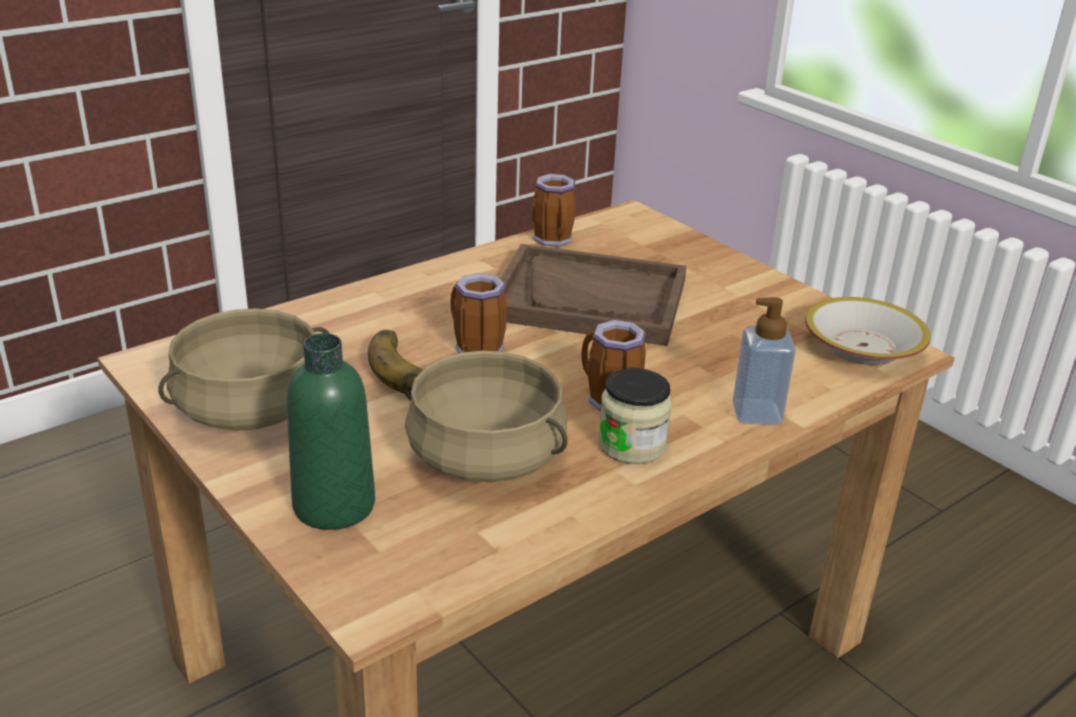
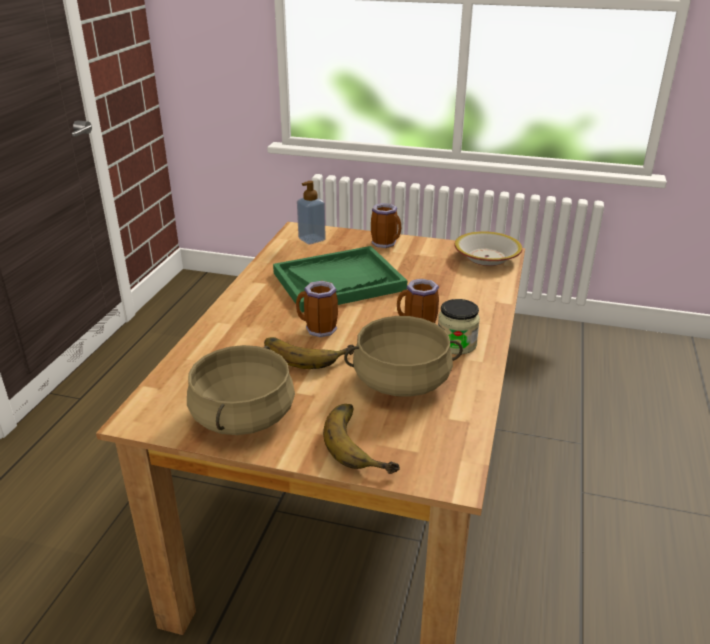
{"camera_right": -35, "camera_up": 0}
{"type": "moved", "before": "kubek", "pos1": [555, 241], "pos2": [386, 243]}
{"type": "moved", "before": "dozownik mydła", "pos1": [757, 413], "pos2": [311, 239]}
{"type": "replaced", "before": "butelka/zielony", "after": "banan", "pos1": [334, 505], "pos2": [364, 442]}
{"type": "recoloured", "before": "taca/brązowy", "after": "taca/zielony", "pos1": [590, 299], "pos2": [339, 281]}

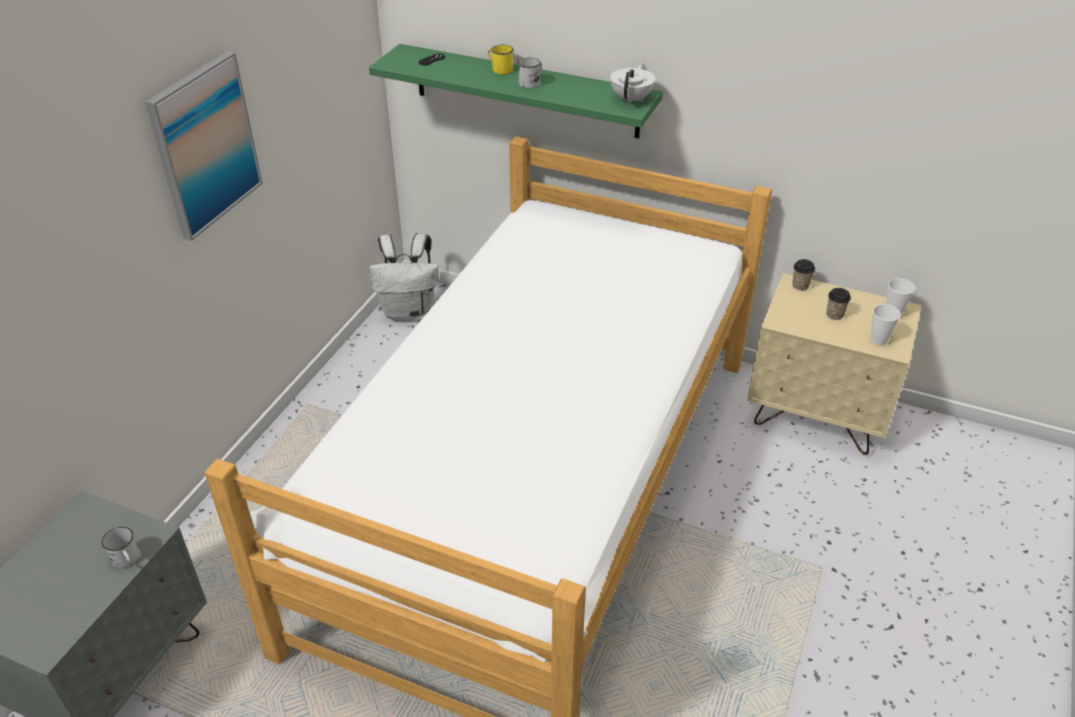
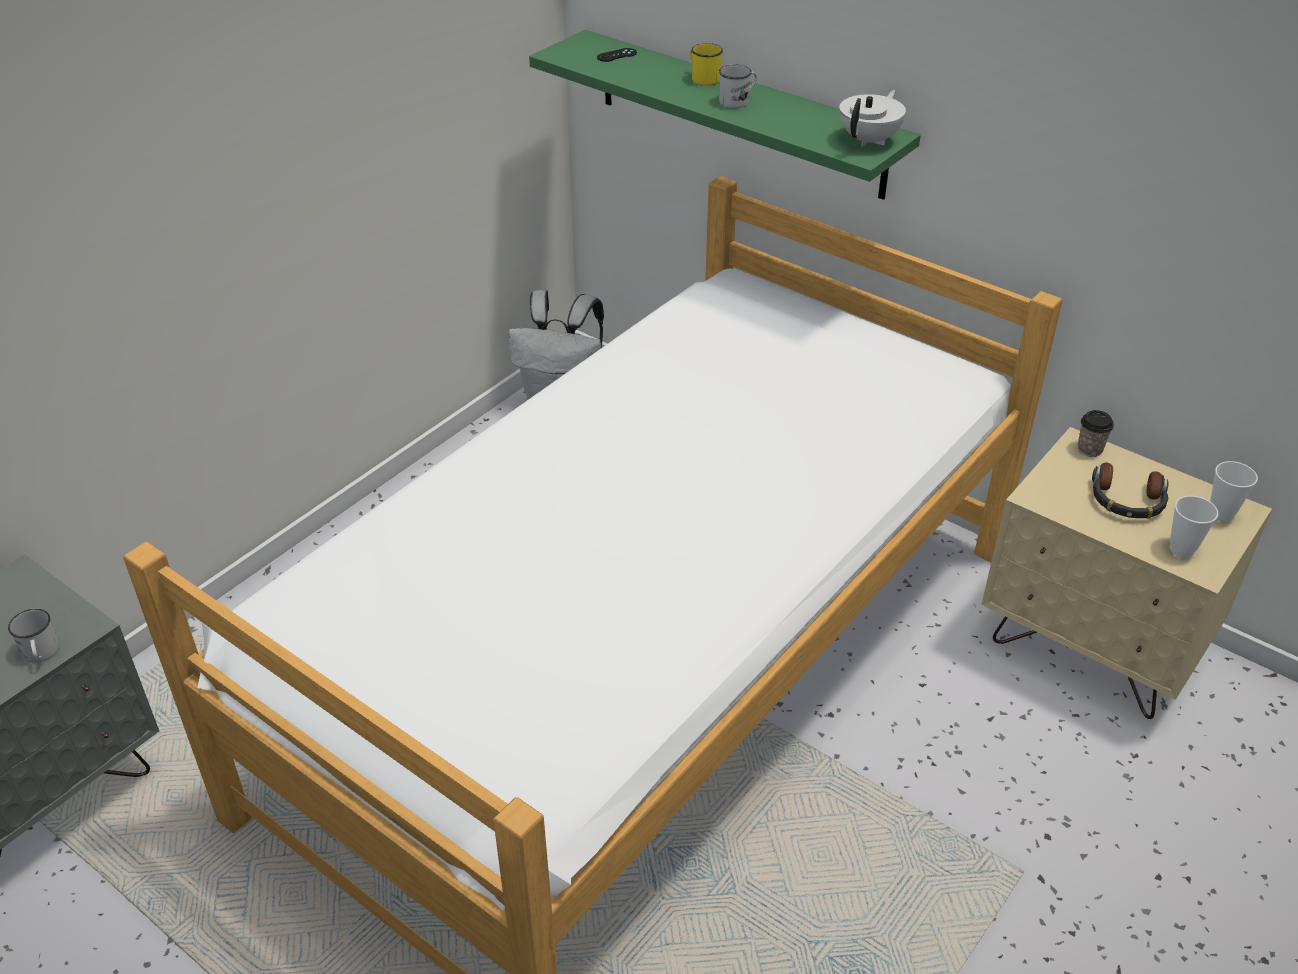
{"camera_right": 15, "camera_up": 0}
{"type": "removed", "before": "obraz", "pos1": [205, 145]}
{"type": "replaced", "before": "filiżanka", "after": "słuchawki", "pos1": [834, 315], "pos2": [1127, 500]}

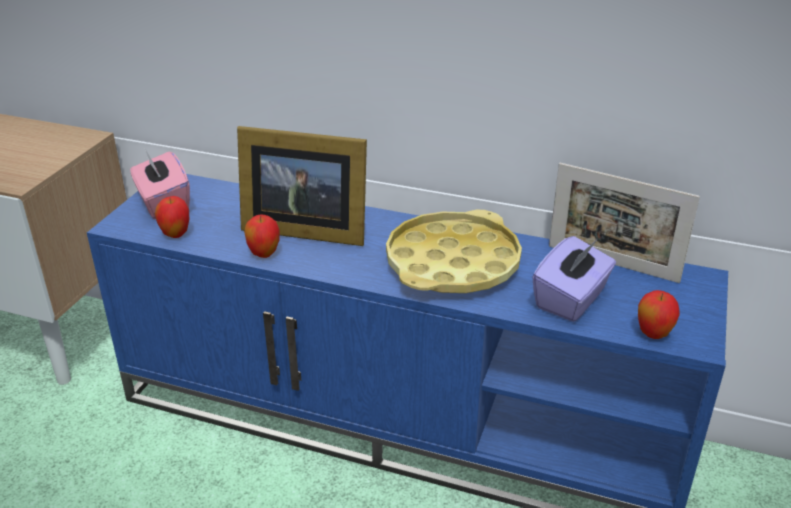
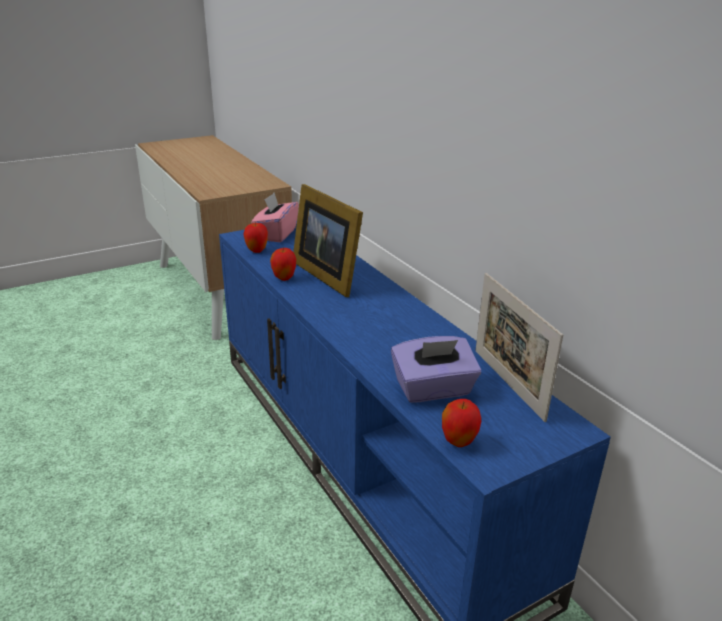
{"camera_right": 40, "camera_up": -5}
{"type": "removed", "before": "taca/żółty", "pos1": [452, 263]}

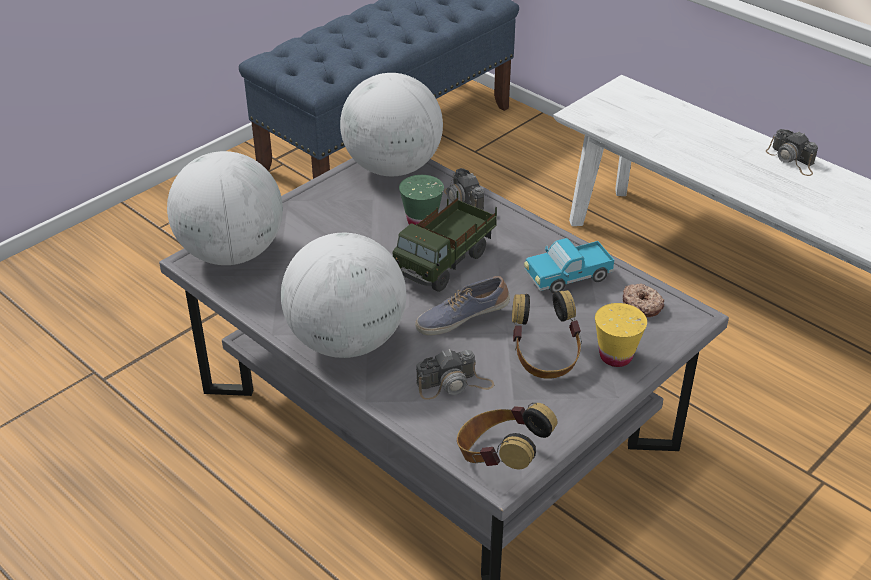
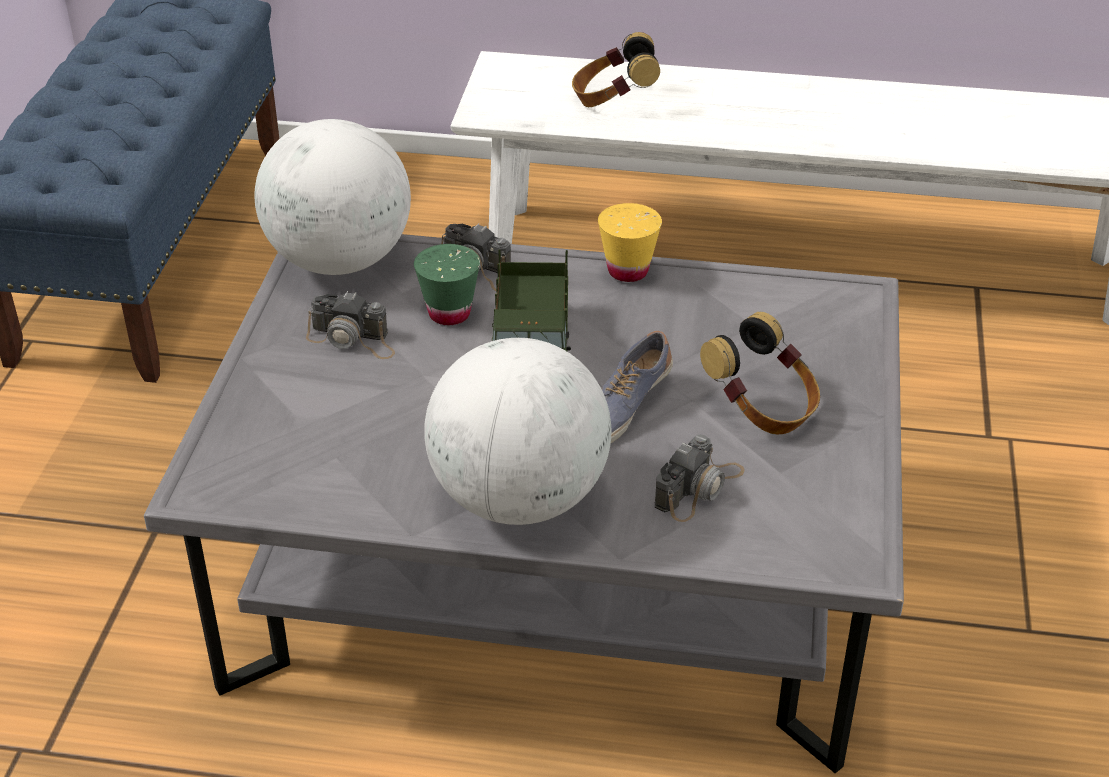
{"camera_right": -35, "camera_up": 0}
{"type": "removed", "before": "globus", "pos1": [232, 253]}
{"type": "removed", "before": "ciężarówka zabawkowa", "pos1": [567, 278]}
{"type": "removed", "before": "donut", "pos1": [642, 305]}
{"type": "moved", "before": "słuchawki", "pos1": [500, 458], "pos2": [613, 100]}
{"type": "moved", "before": "filiżanka/żółty", "pos1": [615, 356], "pos2": [628, 271]}
{"type": "moved", "before": "aparat fotograficzny", "pos1": [792, 160], "pos2": [353, 339]}

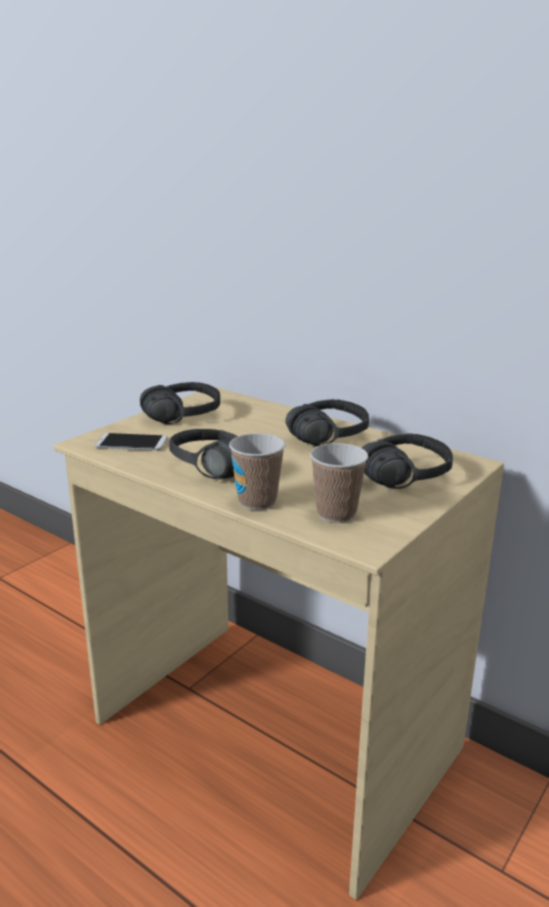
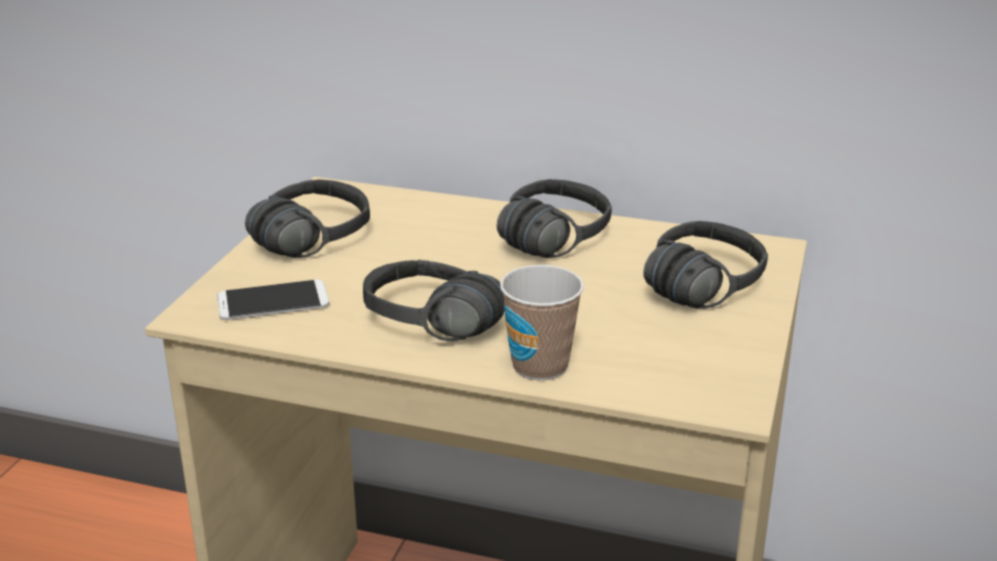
{"camera_right": -20, "camera_up": 5}
{"type": "removed", "before": "filiżanka", "pos1": [336, 514]}

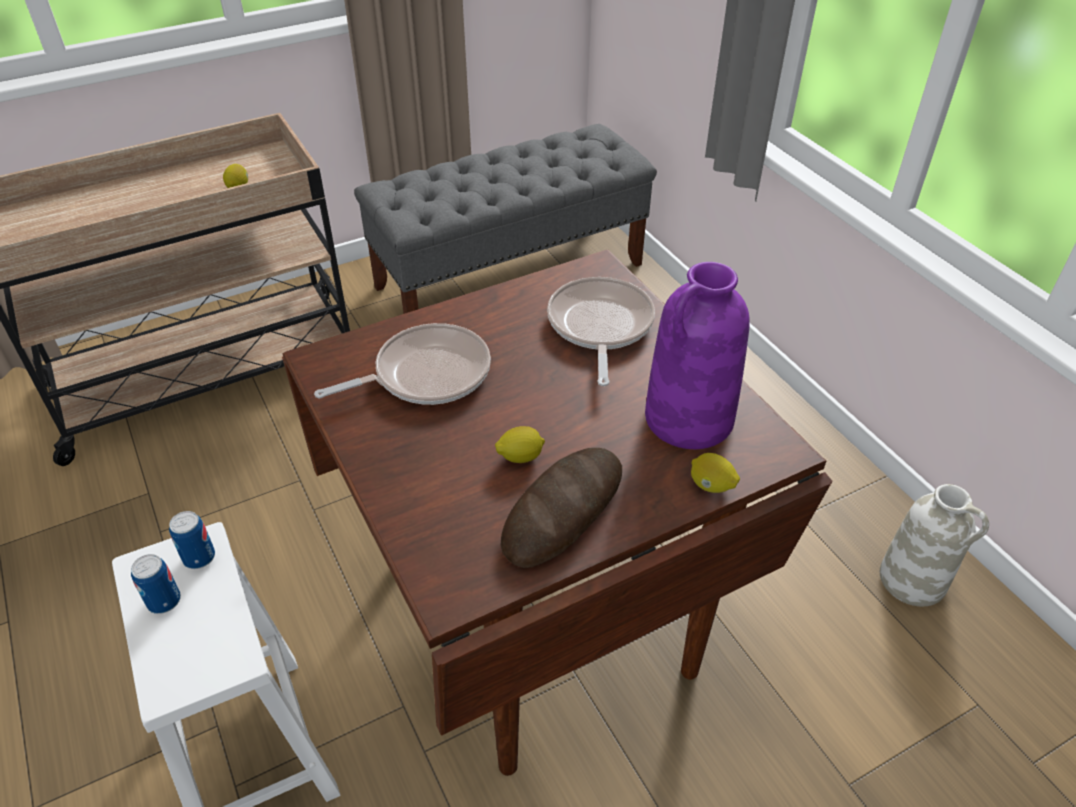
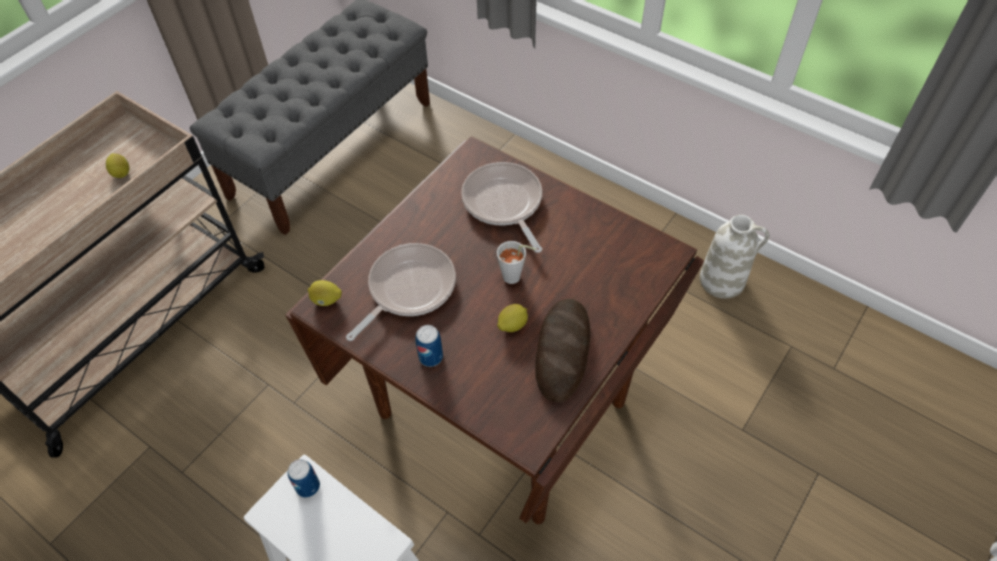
{"camera_right": -25, "camera_up": 10}
{"type": "removed", "before": "wazon/fioletowy", "pos1": [688, 420]}
{"type": "added", "after": "filiżanka/szary", "pos2": [515, 278]}
{"type": "moved", "before": "puszka", "pos1": [164, 601], "pos2": [431, 357]}
{"type": "moved", "before": "cytryna", "pos1": [711, 486], "pos2": [326, 300]}

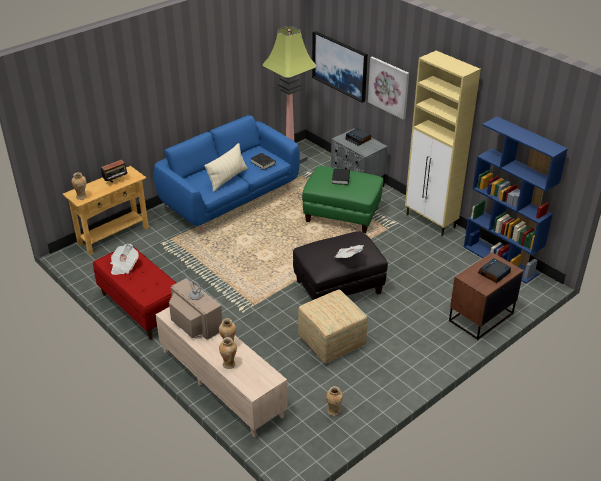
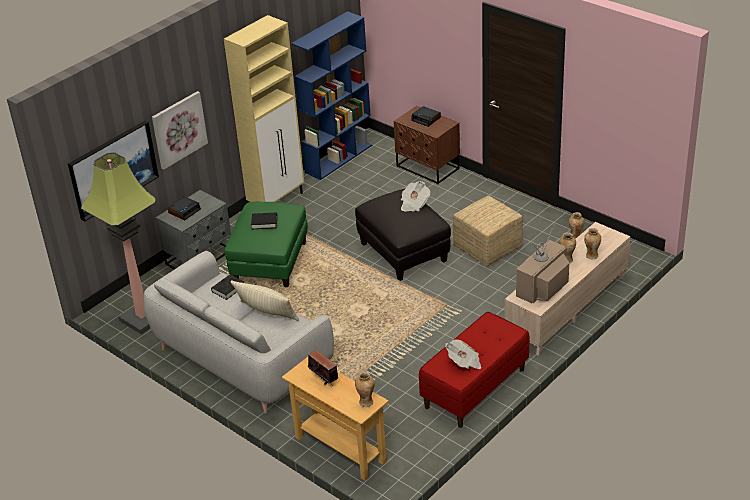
{"camera_right": -95, "camera_up": 0}
{"type": "recoloured", "before": "kanapa/niebieski", "after": "kanapa/szary", "pos1": [229, 198], "pos2": [242, 358]}

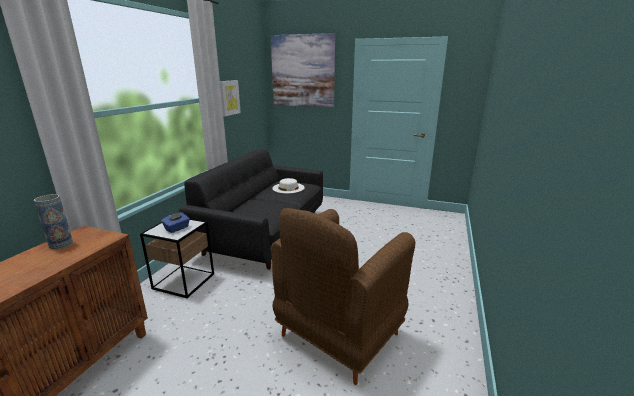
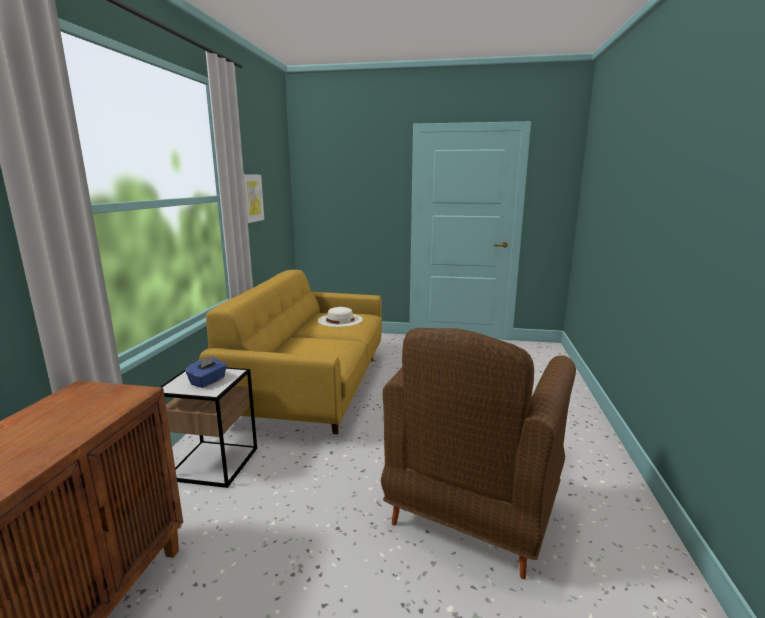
{"camera_right": -10, "camera_up": -5}
{"type": "removed", "before": "wazon", "pos1": [61, 244]}
{"type": "removed", "before": "obraz", "pos1": [302, 71]}
{"type": "recoloured", "before": "kanapa/czarny", "after": "kanapa/żółty", "pos1": [265, 234], "pos2": [312, 387]}

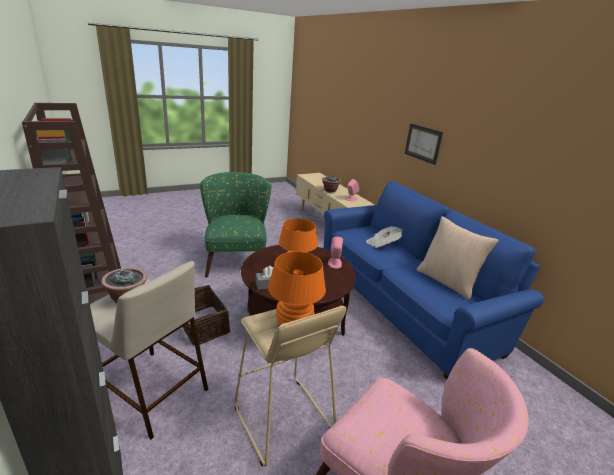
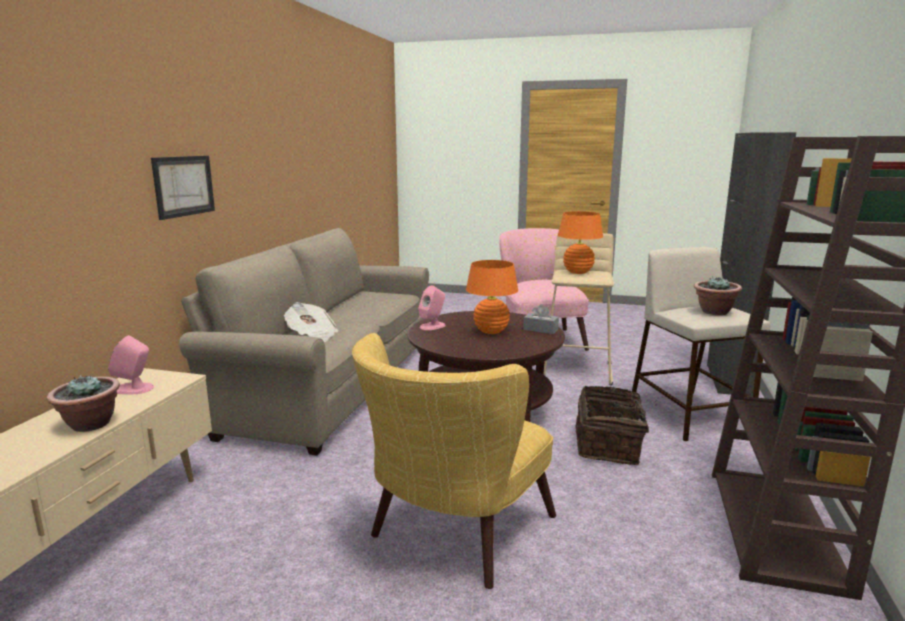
{"camera_right": -135, "camera_up": -10}
{"type": "removed", "before": "poduszka/beżowy", "pos1": [447, 281]}
{"type": "recoloured", "before": "fotel/zielony", "after": "fotel/żółty", "pos1": [236, 259], "pos2": [451, 536]}
{"type": "recoloured", "before": "kanapa/niebieski", "after": "kanapa/beżowy", "pos1": [406, 303], "pos2": [329, 384]}

